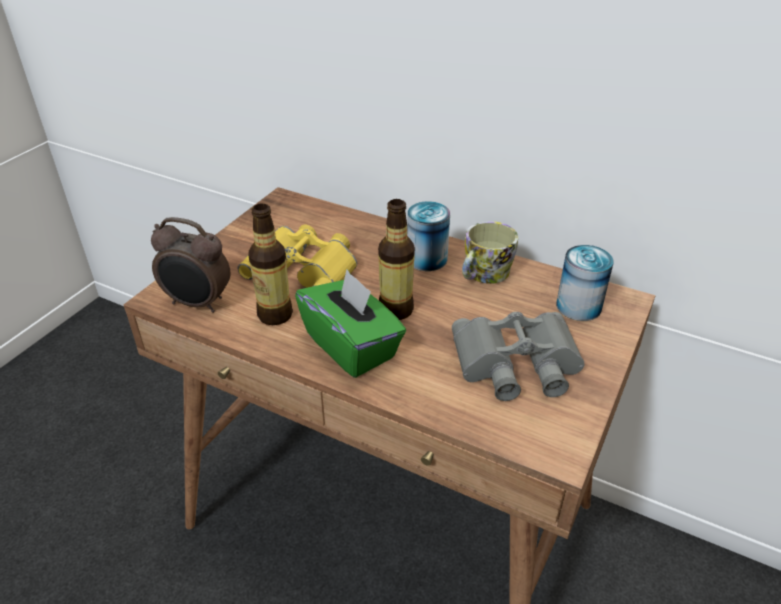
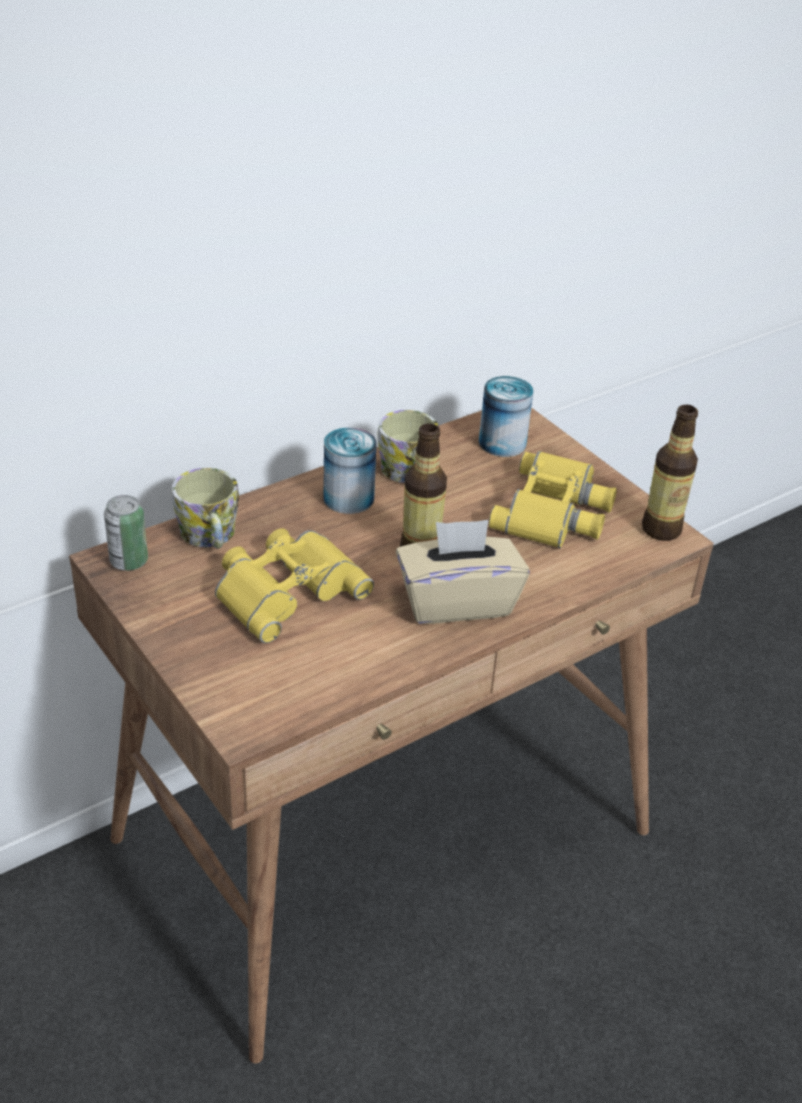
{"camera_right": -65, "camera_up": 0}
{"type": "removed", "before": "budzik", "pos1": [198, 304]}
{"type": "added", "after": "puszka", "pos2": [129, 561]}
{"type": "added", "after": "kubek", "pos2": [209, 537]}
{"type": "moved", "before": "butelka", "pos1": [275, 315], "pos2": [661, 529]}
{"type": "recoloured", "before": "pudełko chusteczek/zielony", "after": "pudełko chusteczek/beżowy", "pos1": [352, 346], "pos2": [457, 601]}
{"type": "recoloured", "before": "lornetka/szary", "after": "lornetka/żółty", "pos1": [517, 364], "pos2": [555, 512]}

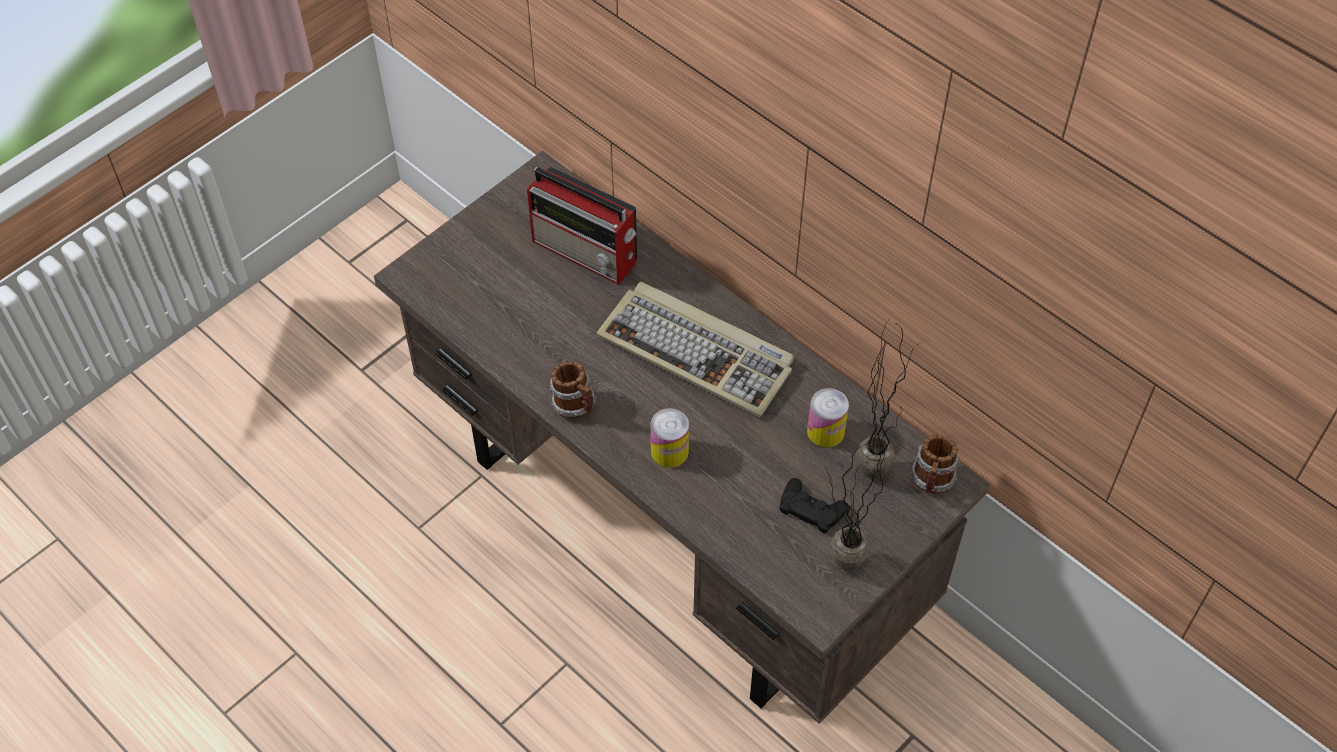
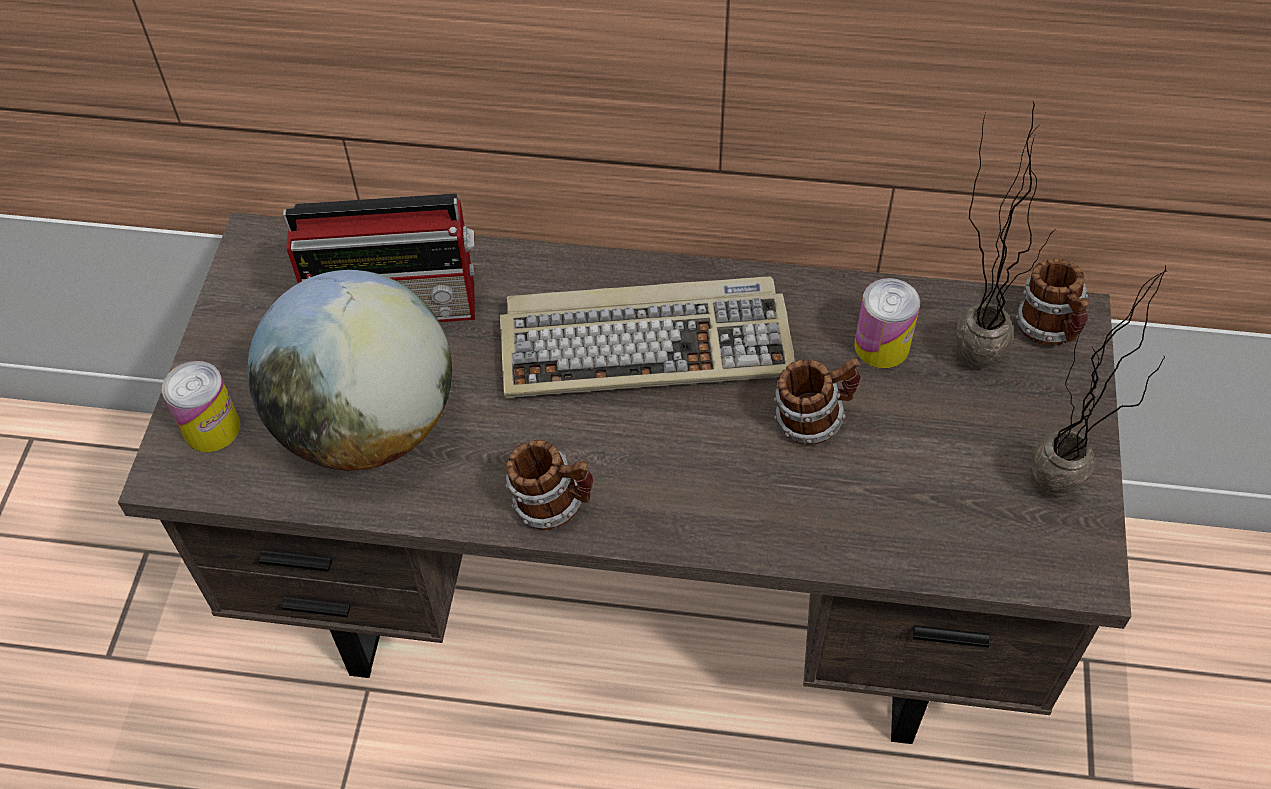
{"camera_right": -35, "camera_up": 0}
{"type": "removed", "before": "pad do gier/czarny", "pos1": [811, 509]}
{"type": "added", "after": "globus", "pos2": [368, 424]}
{"type": "added", "after": "kubek", "pos2": [812, 419]}
{"type": "moved", "before": "puszka", "pos1": [669, 451], "pos2": [211, 428]}

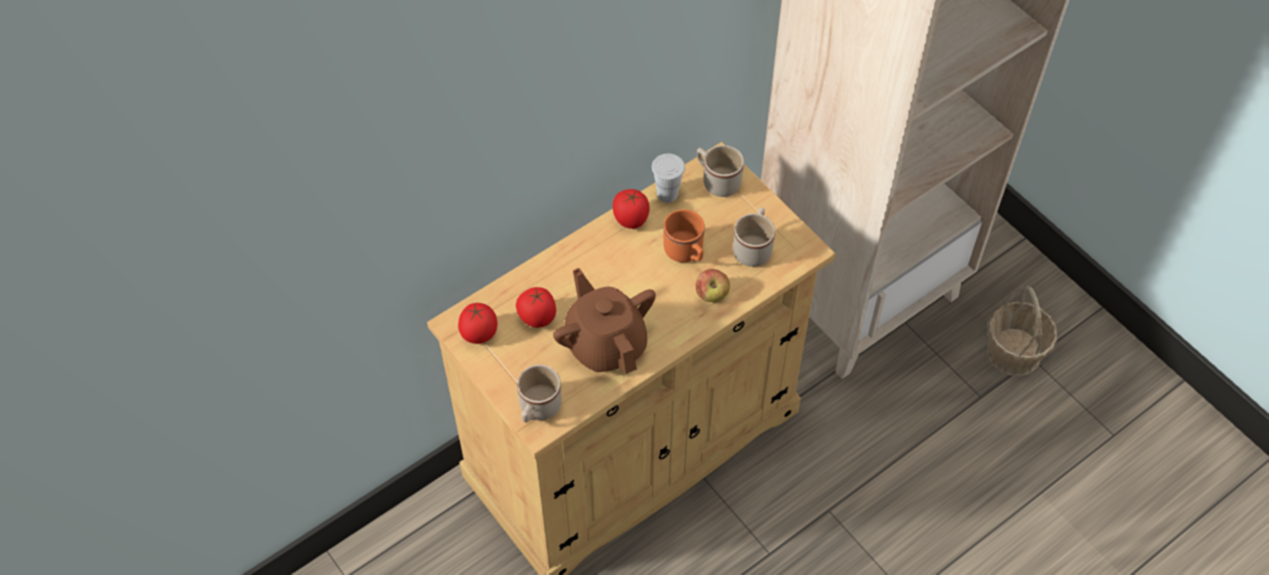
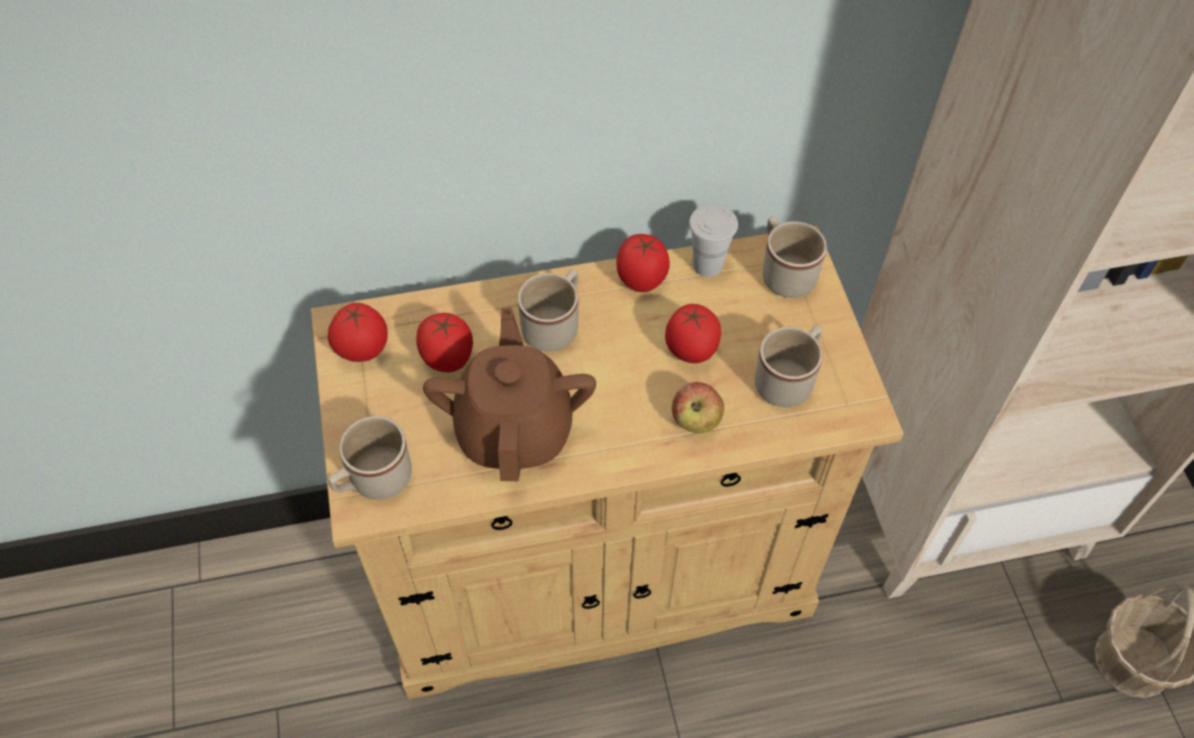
{"camera_right": 25, "camera_up": 0}
{"type": "added", "after": "kubek/beżowy", "pos2": [555, 325]}
{"type": "replaced", "before": "kubek/pomarańczowy", "after": "pomidor", "pos1": [686, 253], "pos2": [691, 351]}

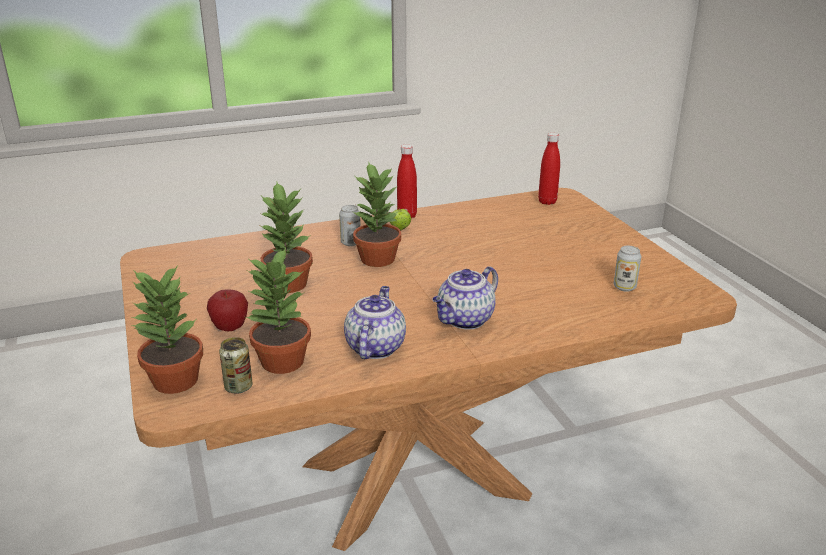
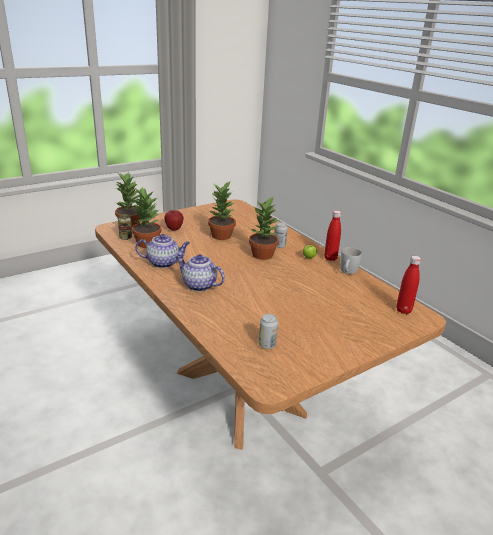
{"camera_right": 75, "camera_up": 0}
{"type": "added", "after": "kubek/biały", "pos2": [347, 272]}

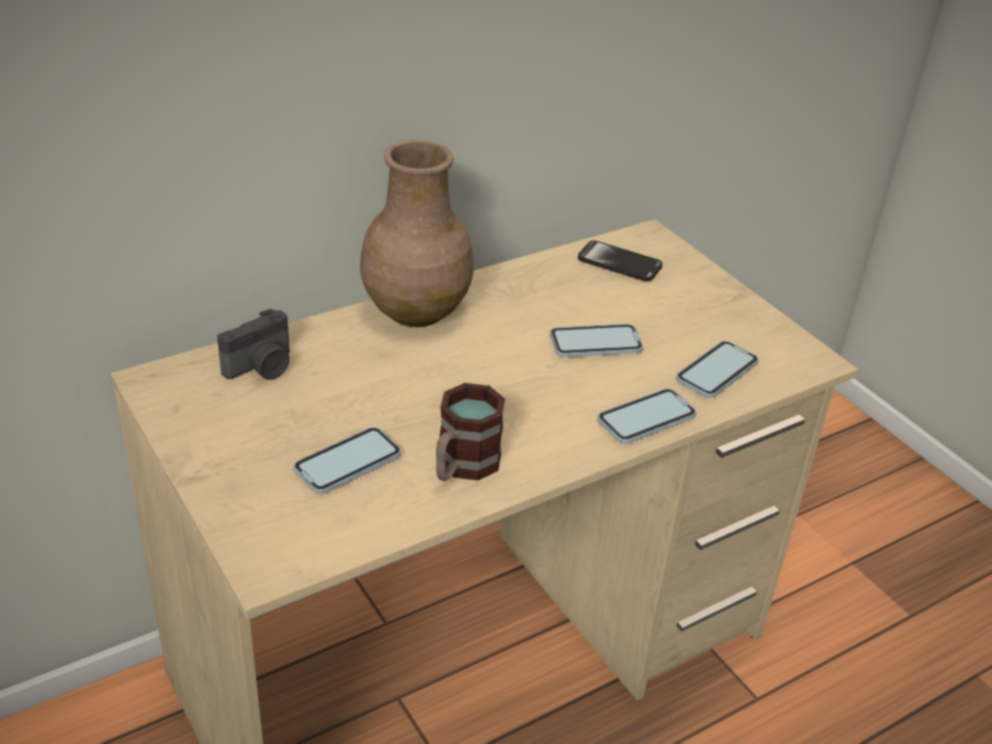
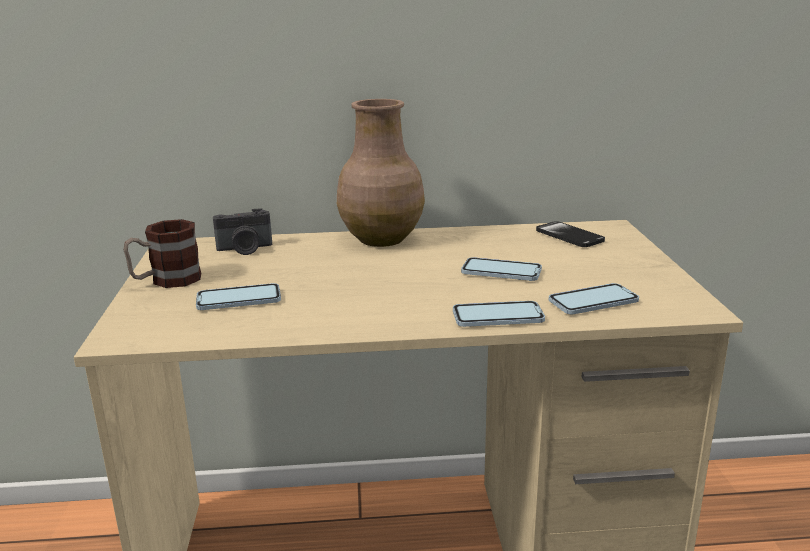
{"camera_right": 30, "camera_up": -15}
{"type": "moved", "before": "kubek", "pos1": [462, 467], "pos2": [166, 281]}

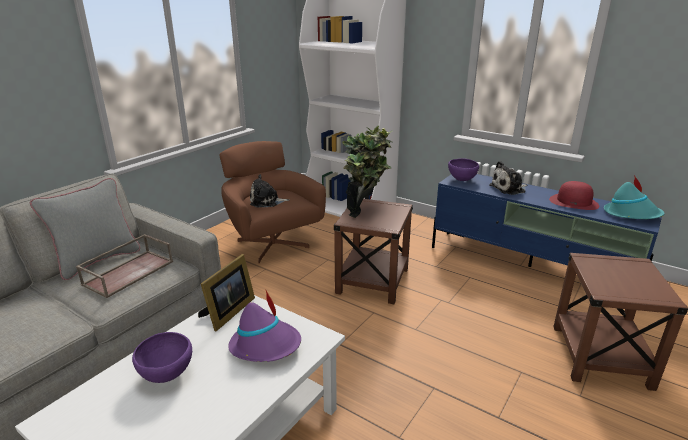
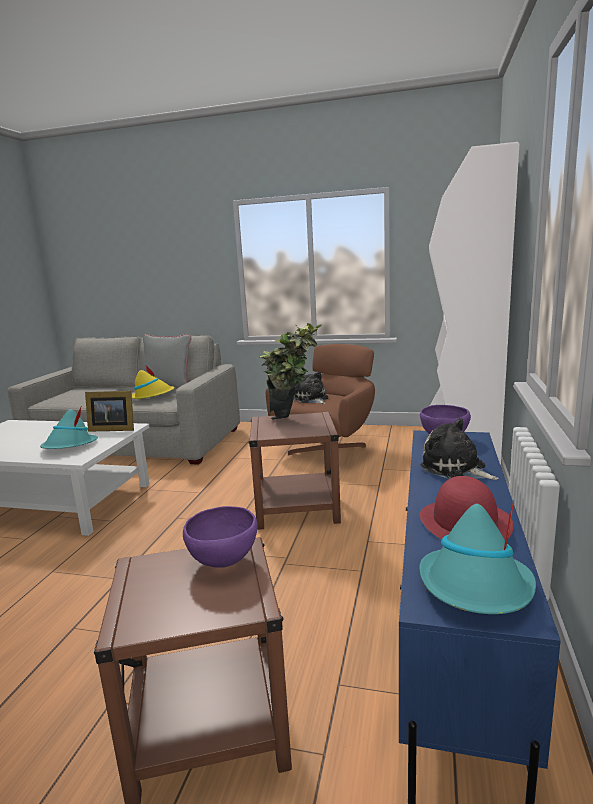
{"camera_right": 70, "camera_up": -10}
{"type": "moved", "before": "miska/fioletowy", "pos1": [167, 375], "pos2": [224, 562]}
{"type": "replaced", "before": "taca/brązowy", "after": "kapelusz/żółty", "pos1": [129, 272], "pos2": [153, 396]}
{"type": "recoloured", "before": "kapelusz/fioletowy", "after": "kapelusz/turkusowy", "pos1": [266, 345], "pos2": [70, 446]}

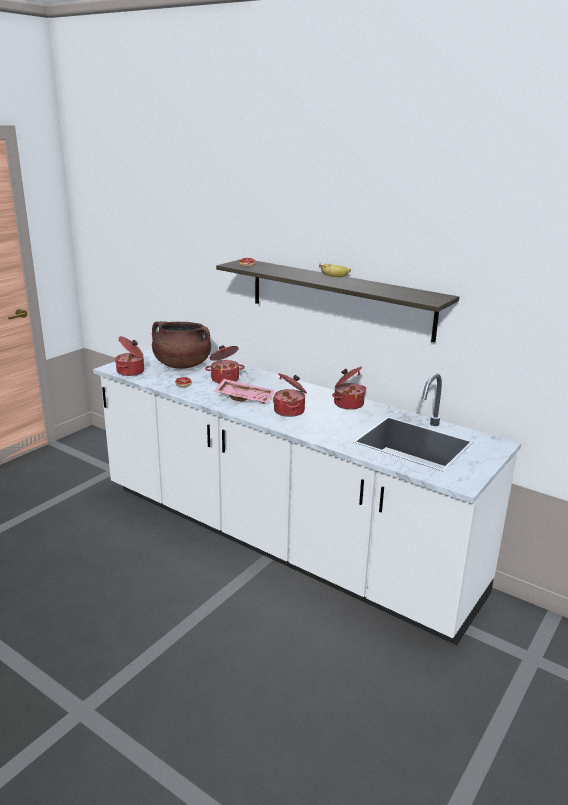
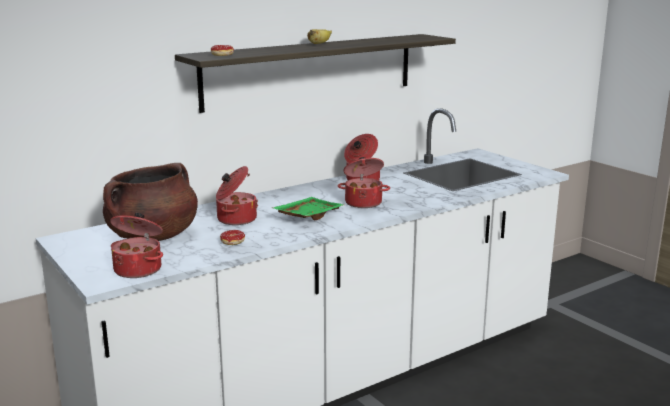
{"camera_right": -70, "camera_up": -5}
{"type": "recoloured", "before": "taca/różowy", "after": "taca/zielony", "pos1": [245, 397], "pos2": [308, 216]}

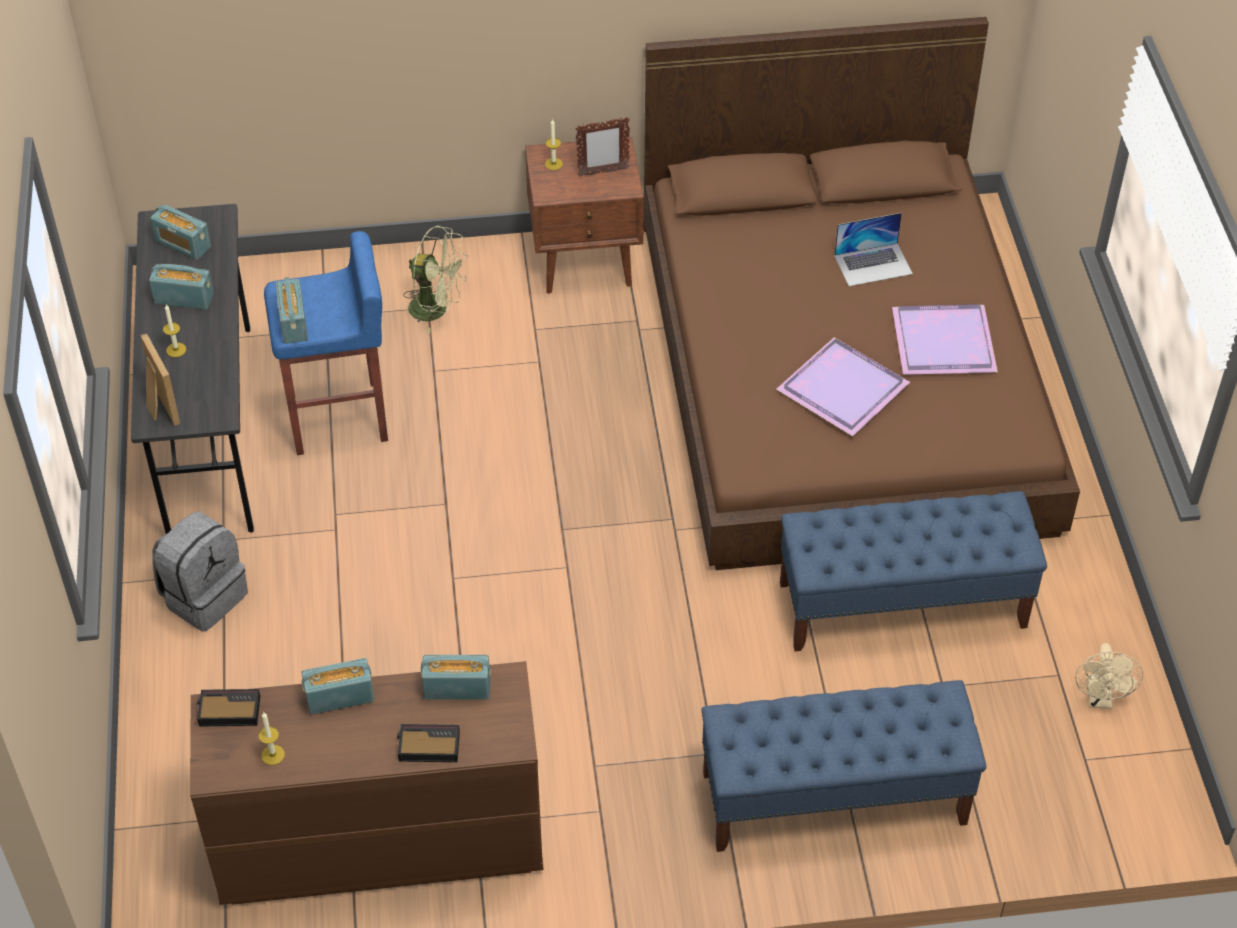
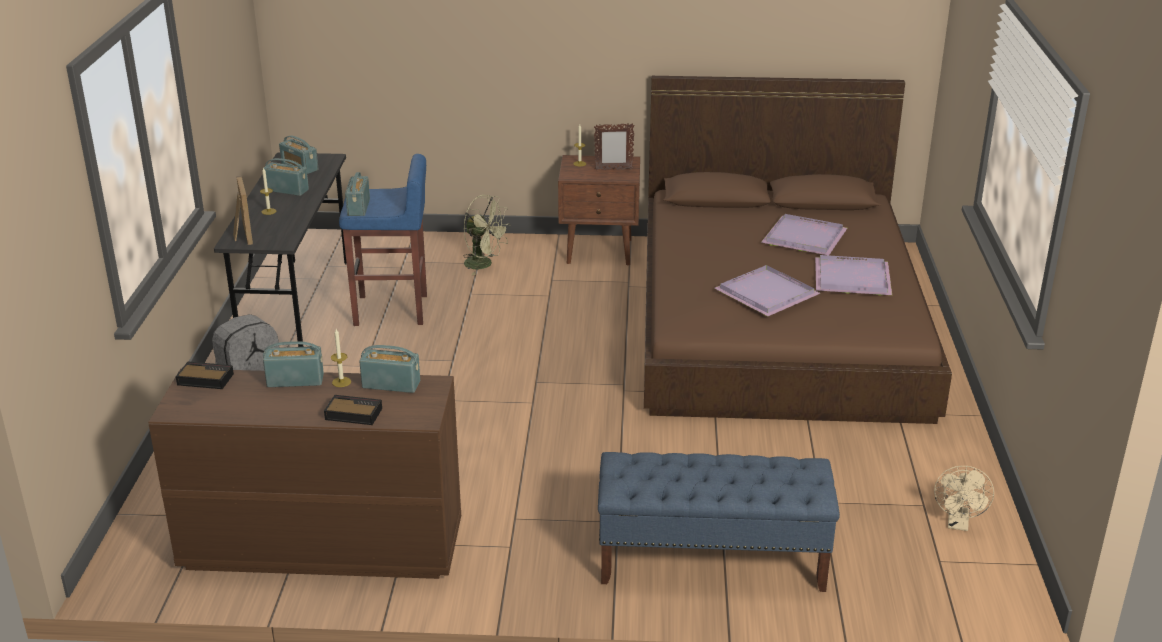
{"camera_right": 10, "camera_up": -20}
{"type": "removed", "before": "ławka/niebieski", "pos1": [903, 604]}
{"type": "moved", "before": "świeca", "pos1": [273, 755], "pos2": [341, 382]}
{"type": "replaced", "before": "laptop", "after": "taca/fioletowy", "pos1": [873, 264], "pos2": [806, 237]}

